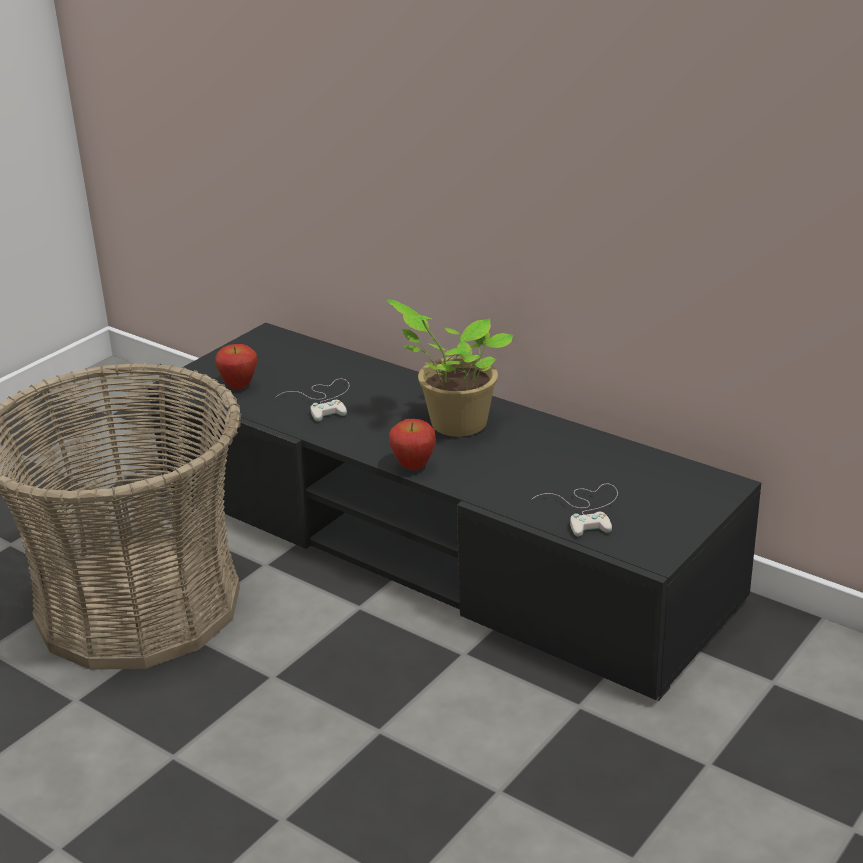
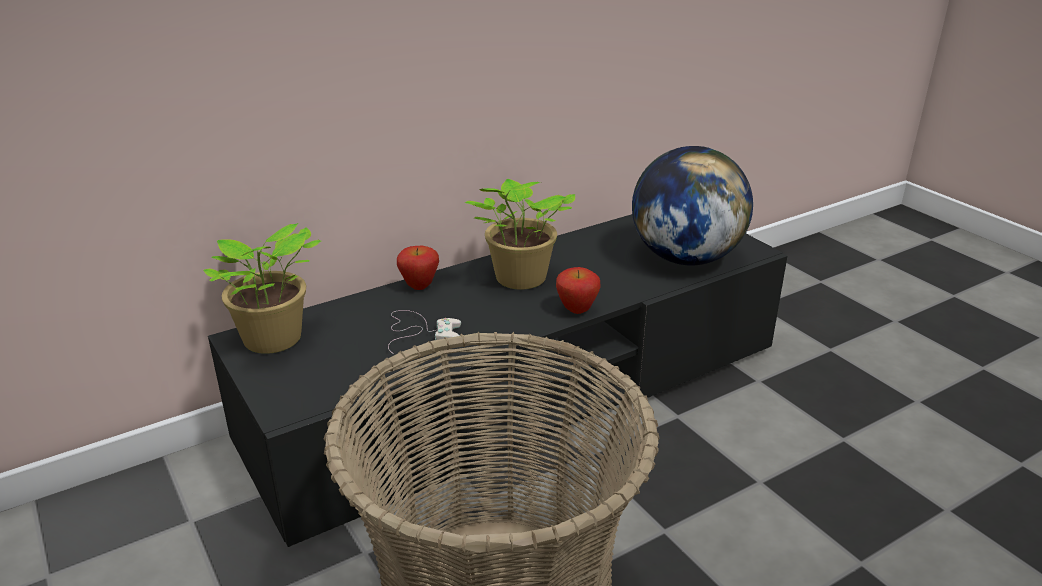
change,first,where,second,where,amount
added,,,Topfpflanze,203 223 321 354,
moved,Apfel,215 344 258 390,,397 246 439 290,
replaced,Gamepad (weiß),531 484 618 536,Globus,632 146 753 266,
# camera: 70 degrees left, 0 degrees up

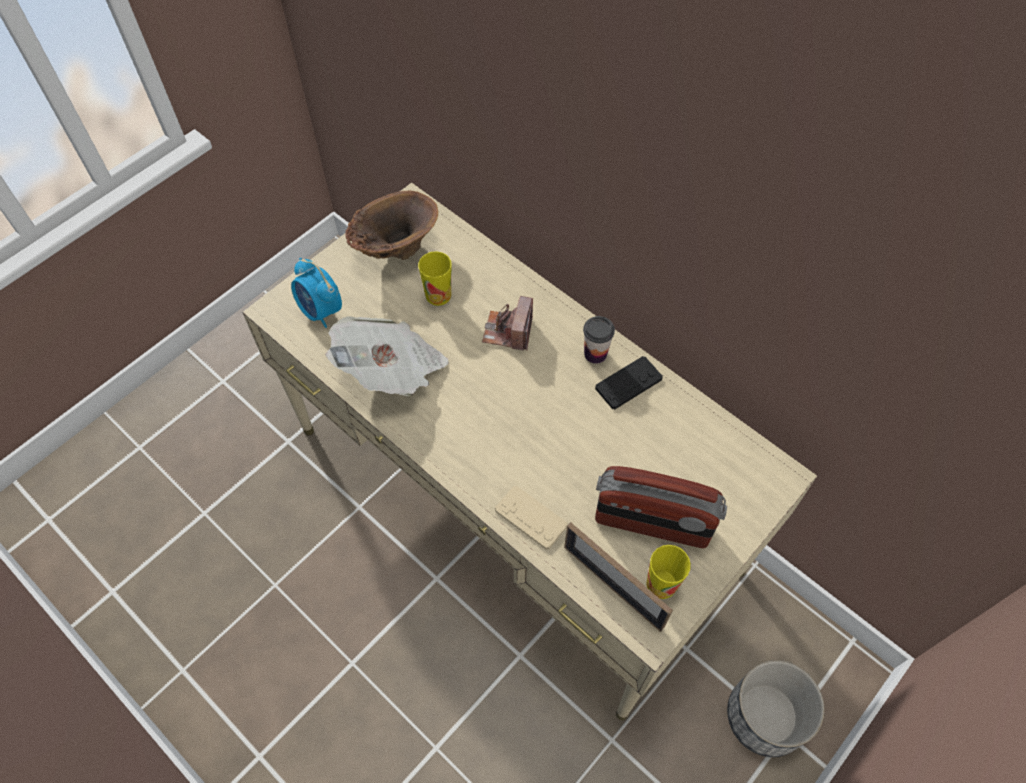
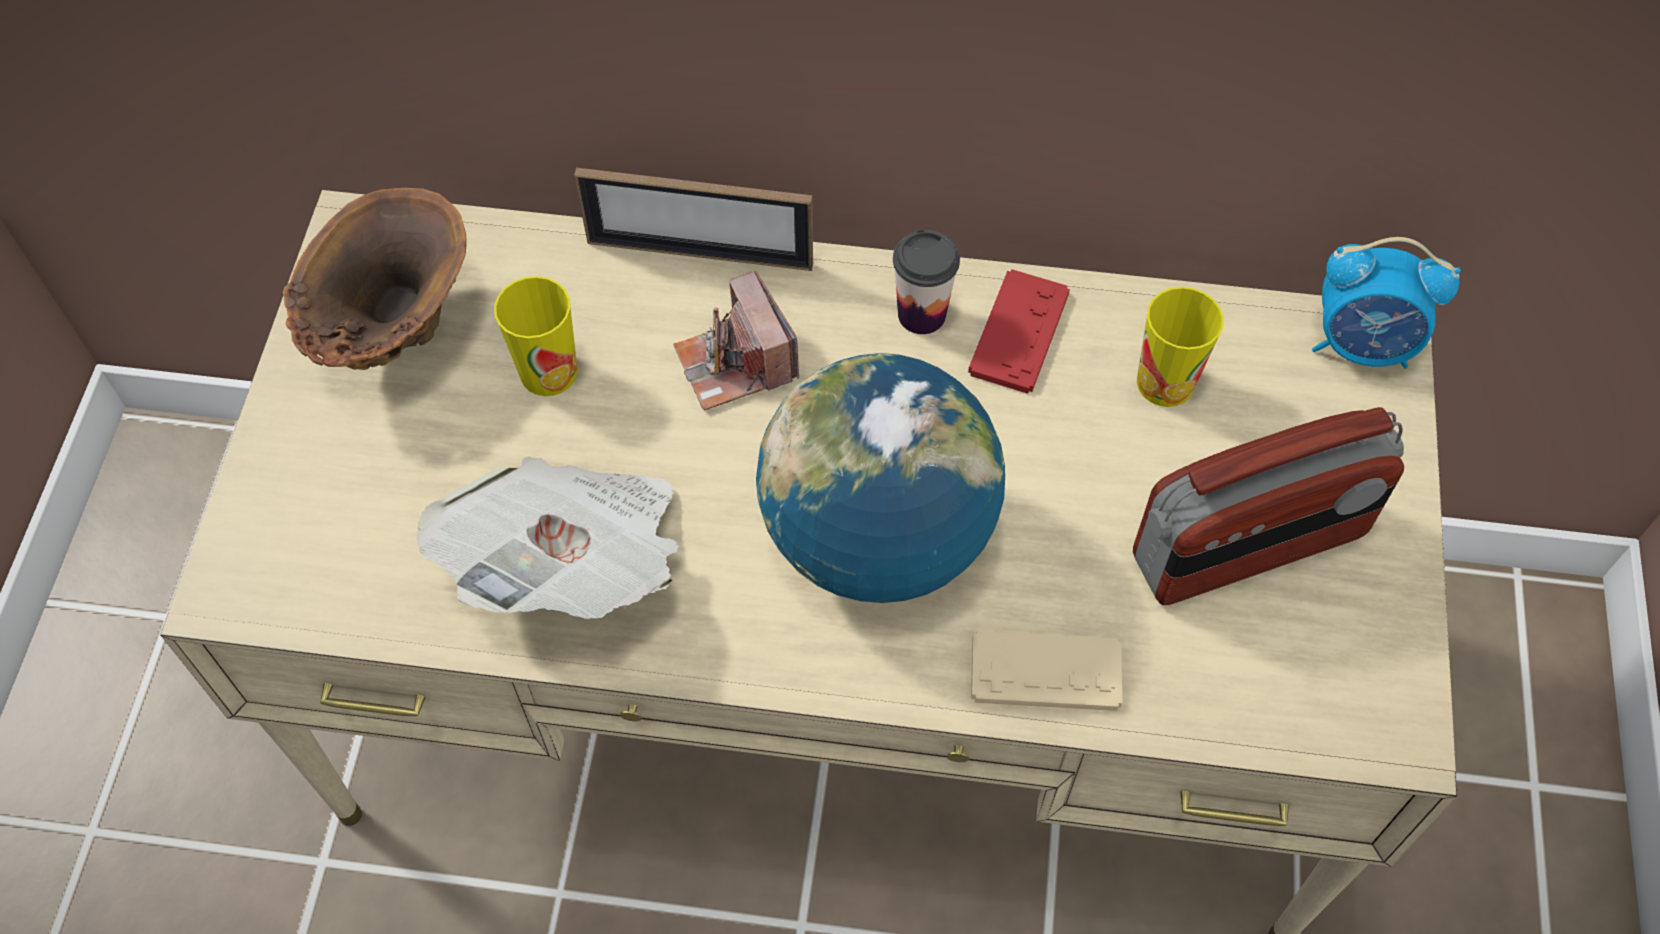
change,first,where,second,where,amount
removed,Pflanzkübel,727 660 825 757,,,
added,,,Globus,756 353 1005 603,
moved,Wecker,291 258 342 328,,1312 237 1461 369,
moved,Bilderrahmen,564 522 673 632,,574 168 813 271,
moved,Tasse,647 545 691 599,,1137 287 1224 407,
recoloured,Gamepad (schwarz),595 356 663 409,Gamepad (rot),968 269 1070 394,
# camera: 35 degrees left, 0 degrees up

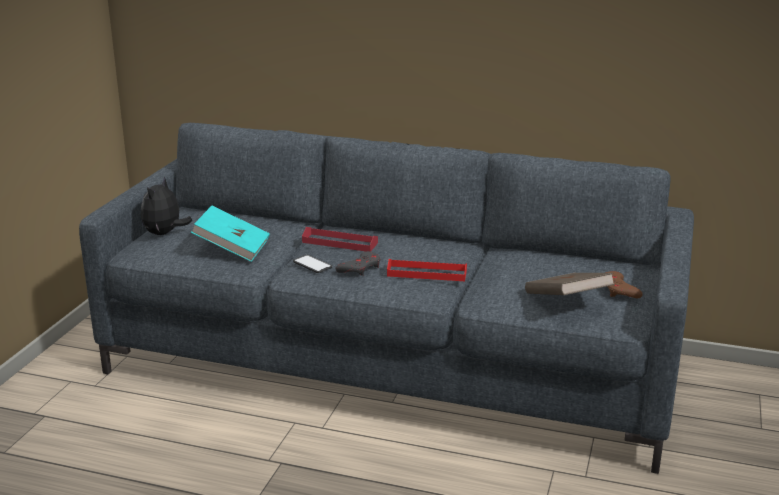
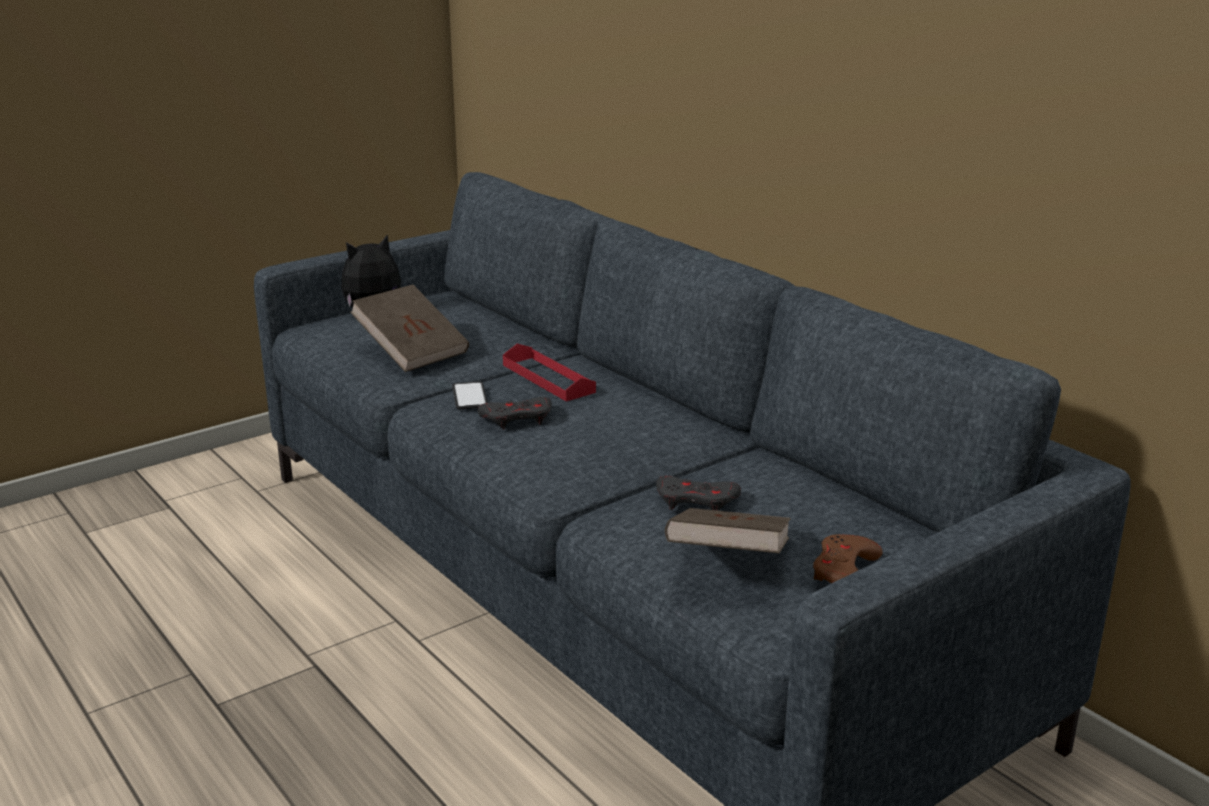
change,first,where,second,where,amount
removed,Tablett (rot),387 259 467 281,,,
added,,,Gamepad (grau),656 476 741 511,
recoloured,Buch (türkis),191 206 270 262,Buch (braun),350 285 469 372,
# camera: 35 degrees right, 0 degrees up

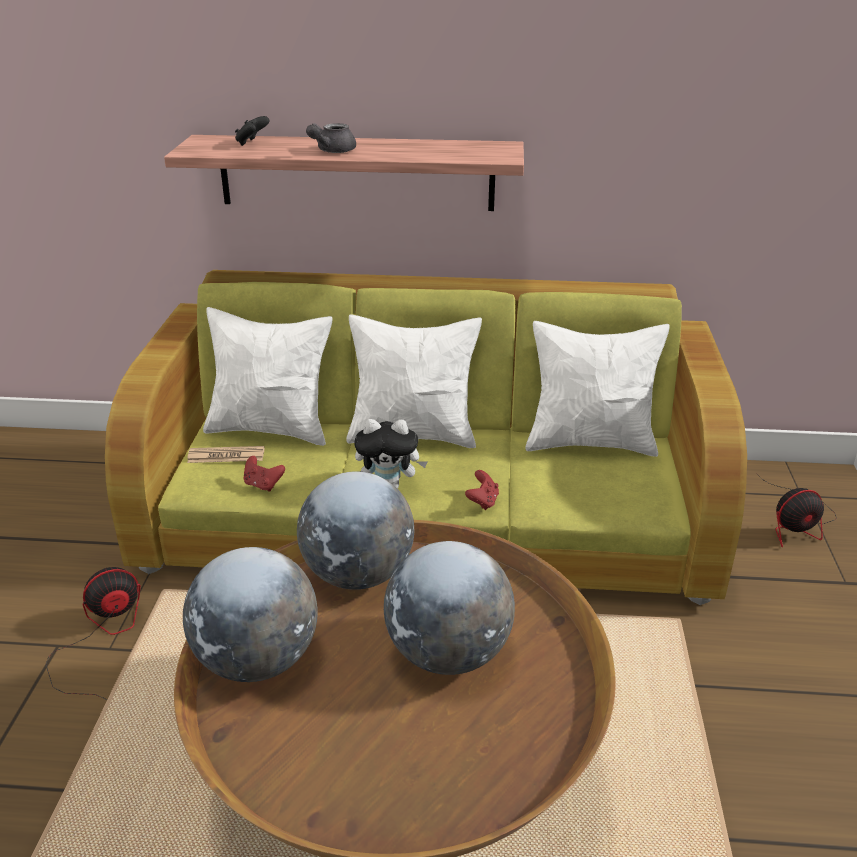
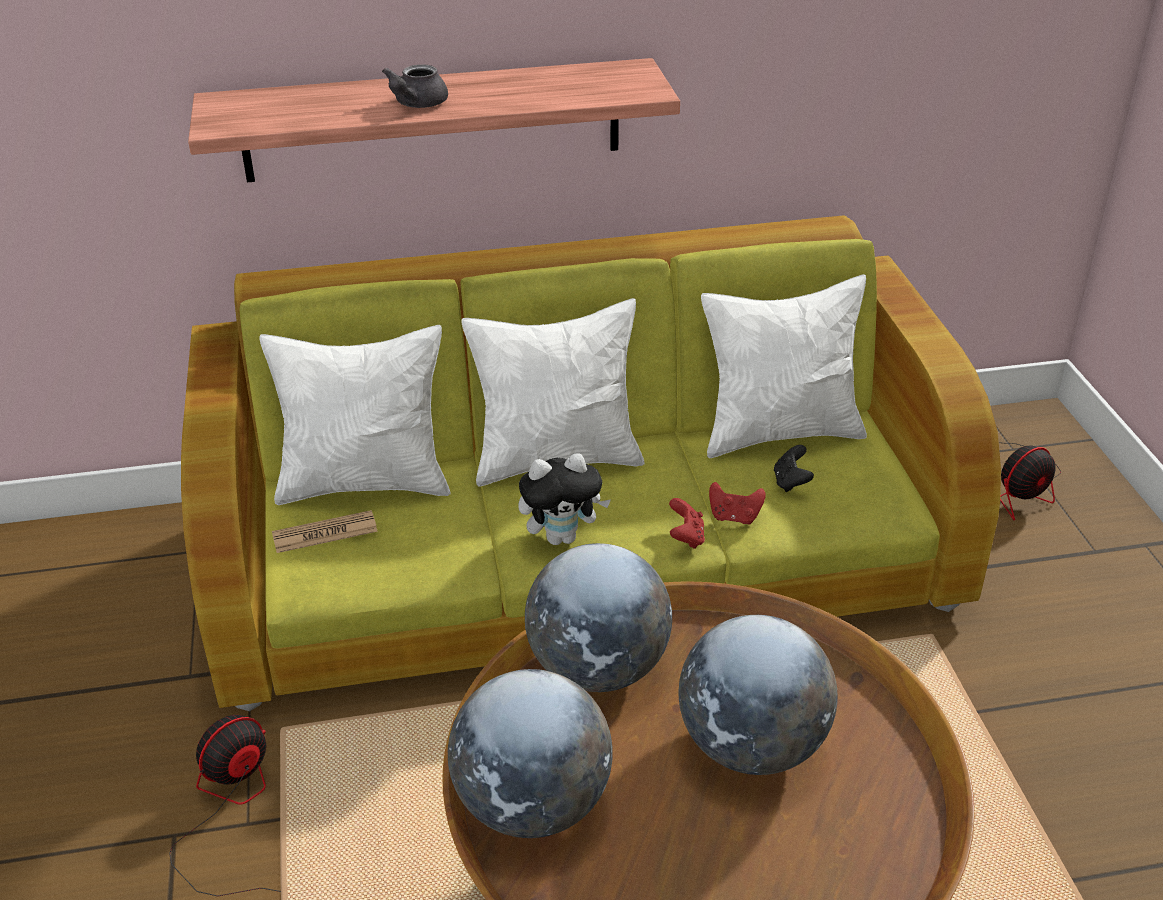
change,first,where,second,where,amount
moved,Gamepad (schwarz),235 116 269 146,,774 445 814 492,
moved,Gamepad (rot),244 456 285 492,,709 482 766 525,
# camera: 15 degrees left, 5 degrees up

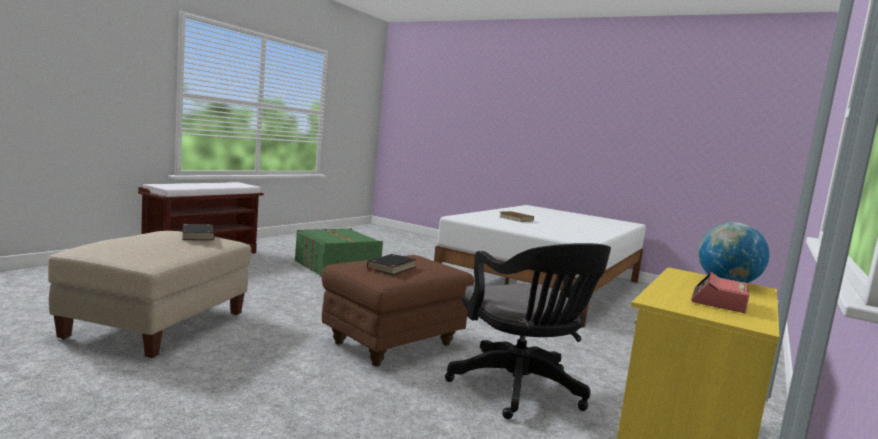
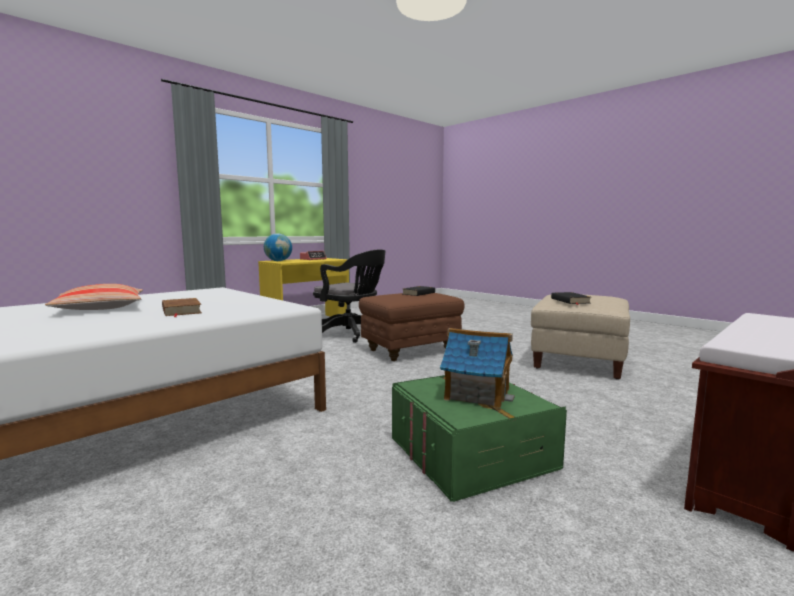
change,first,where,second,where,amount
added,,,Kissen,45 284 143 310,
added,,,Spielzeughaus,440 328 515 409,
turned,Bürostuhl (schwarz),445 243 611 419,,313 249 385 343,135 degrees clockwise
# camera: 165 degrees left, 0 degrees up

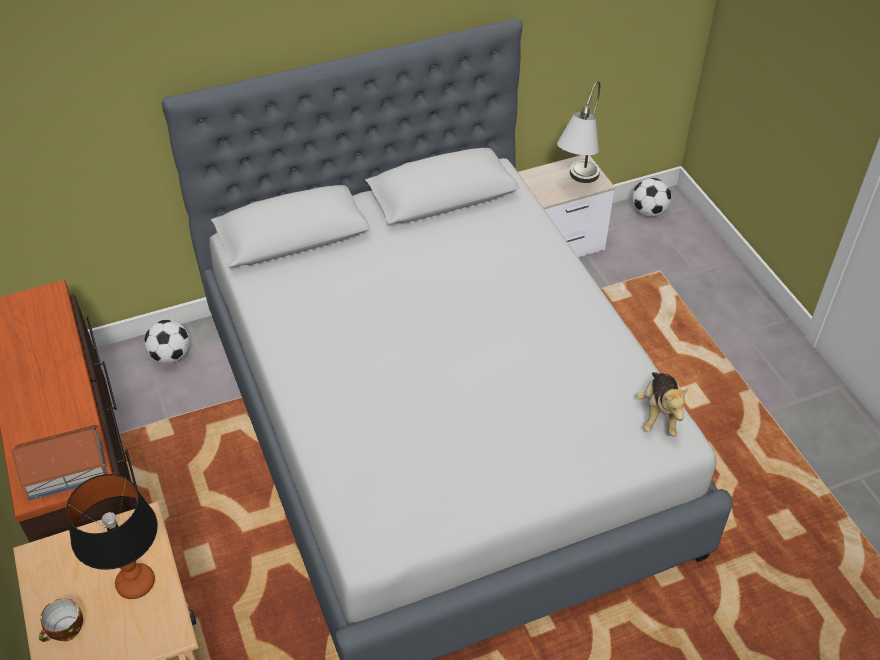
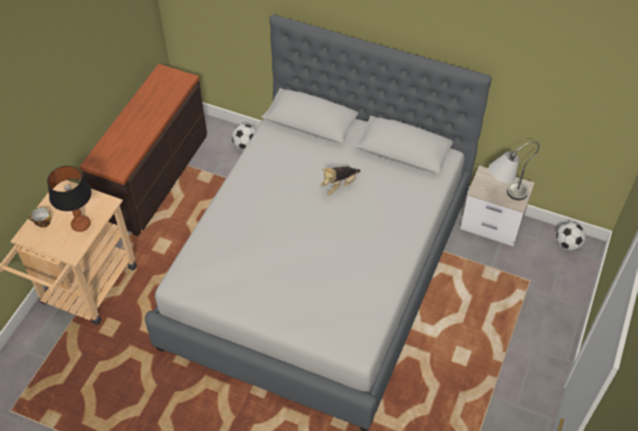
change,first,where,second,where,amount
removed,Spielzeughaus,11 425 107 500,,,
moved,Plüschtier,637 372 689 437,,321 166 360 196,
# camera: 45 degrees right, 5 degrees up

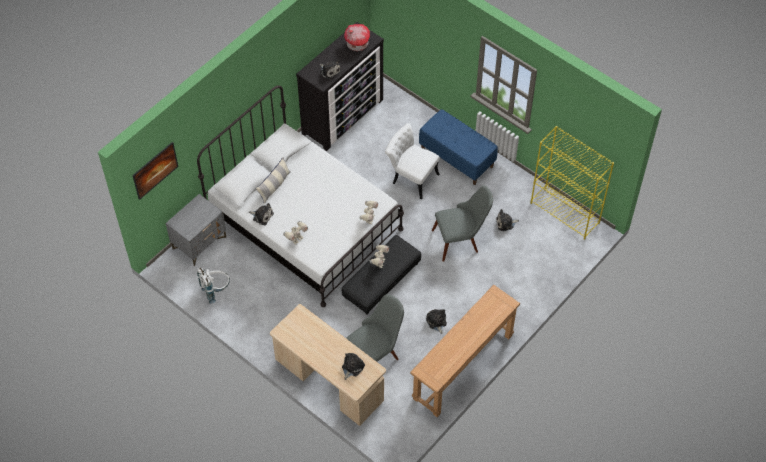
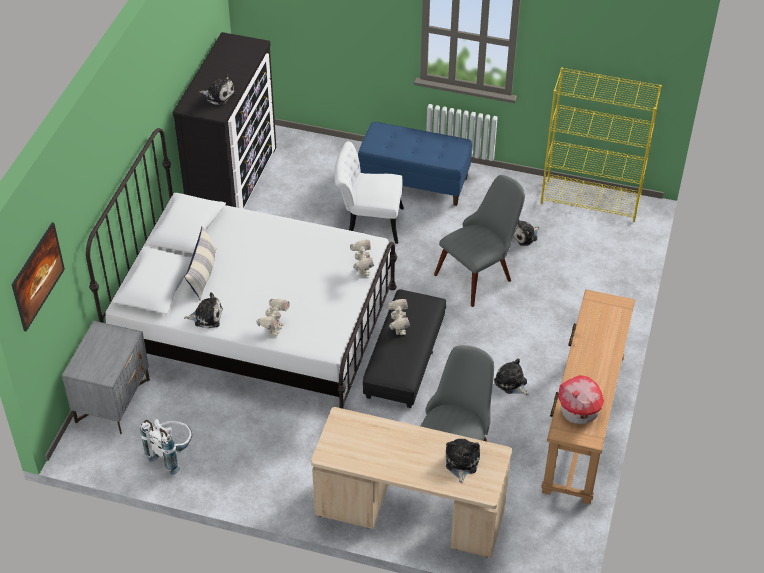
change,first,where,second,where,amount
moved,Spielzeughaus,344 24 370 51,,558 375 604 424,
# camera: 25 degrees left, 10 degrees down

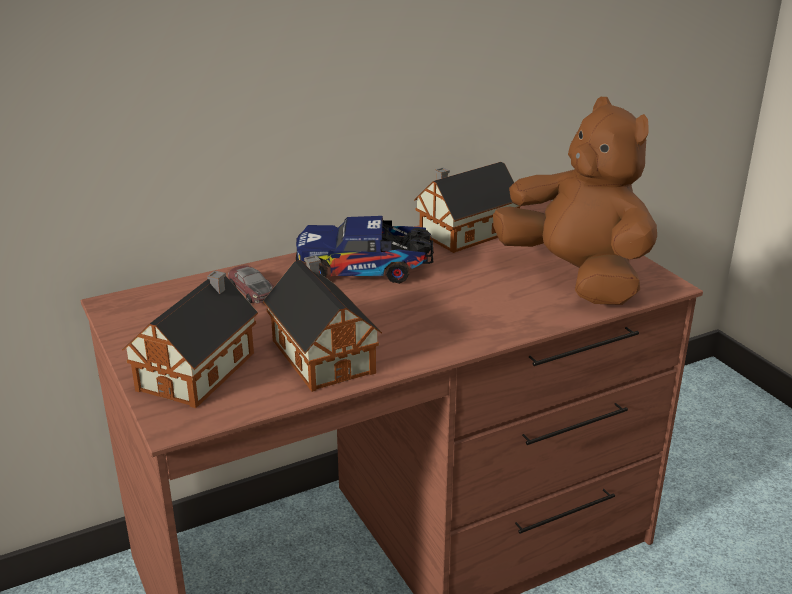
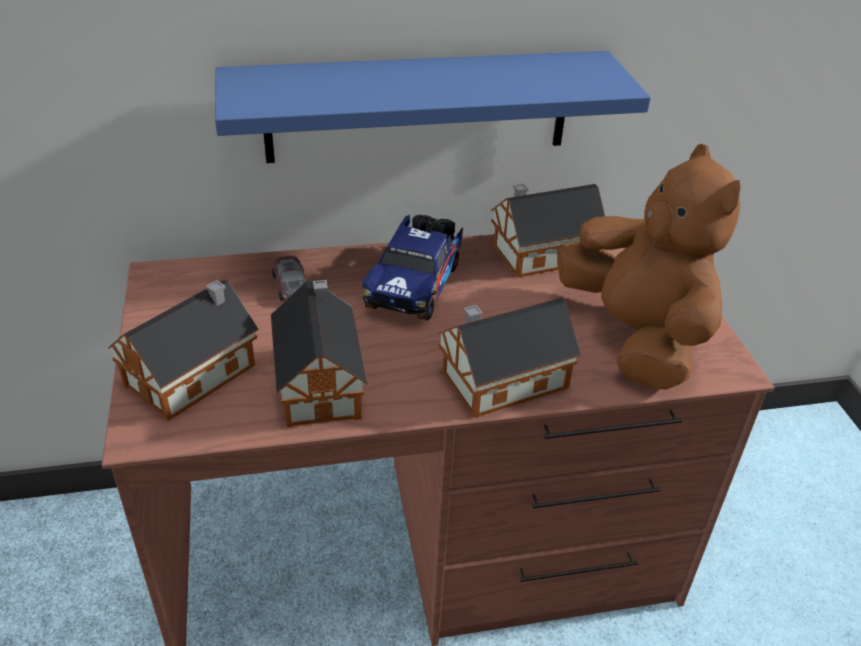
change,first,where,second,where,amount
added,,,Wandregal (blau),215 51 651 163,
added,,,Spielzeughaus,438 298 581 418,
turned,Spielzeuglaster,296 216 433 284,,362 215 463 321,90 degrees counterclockwise
# camera: 15 degrees right, 10 degrees up

